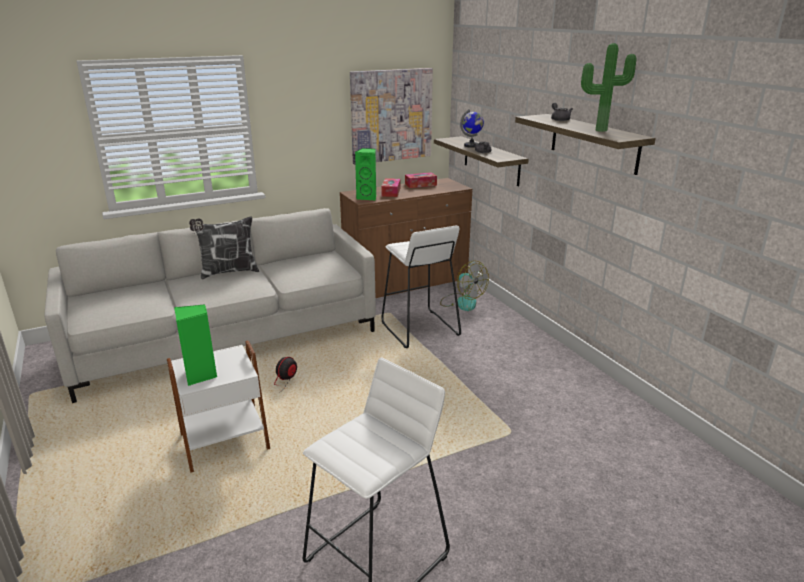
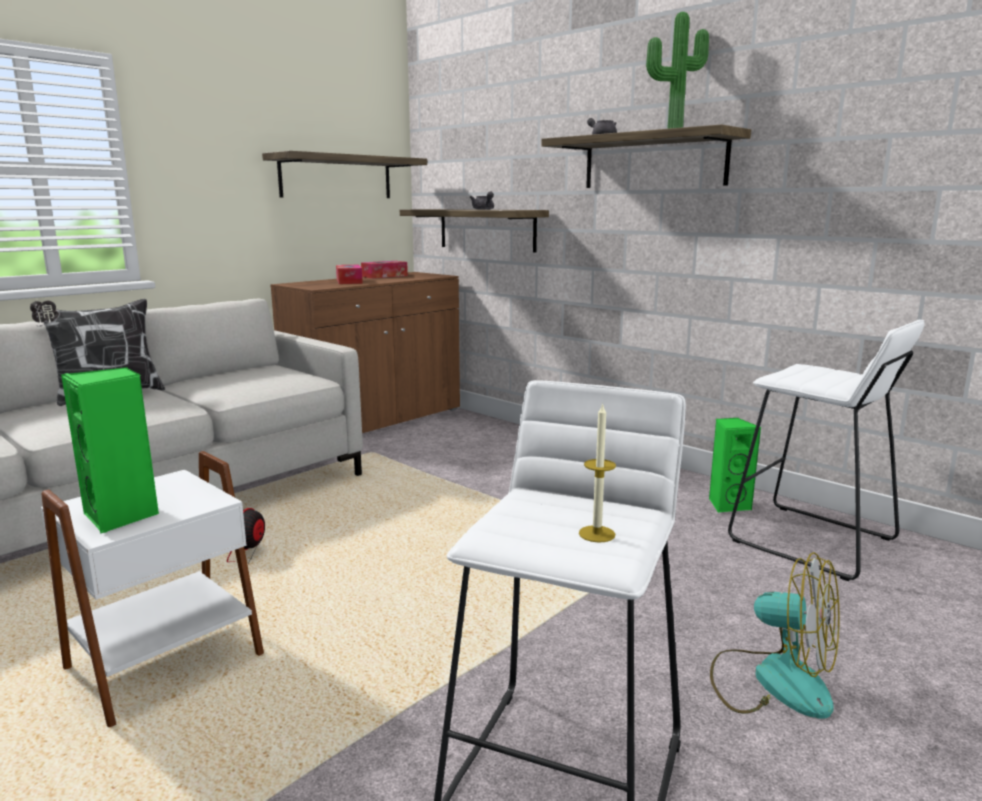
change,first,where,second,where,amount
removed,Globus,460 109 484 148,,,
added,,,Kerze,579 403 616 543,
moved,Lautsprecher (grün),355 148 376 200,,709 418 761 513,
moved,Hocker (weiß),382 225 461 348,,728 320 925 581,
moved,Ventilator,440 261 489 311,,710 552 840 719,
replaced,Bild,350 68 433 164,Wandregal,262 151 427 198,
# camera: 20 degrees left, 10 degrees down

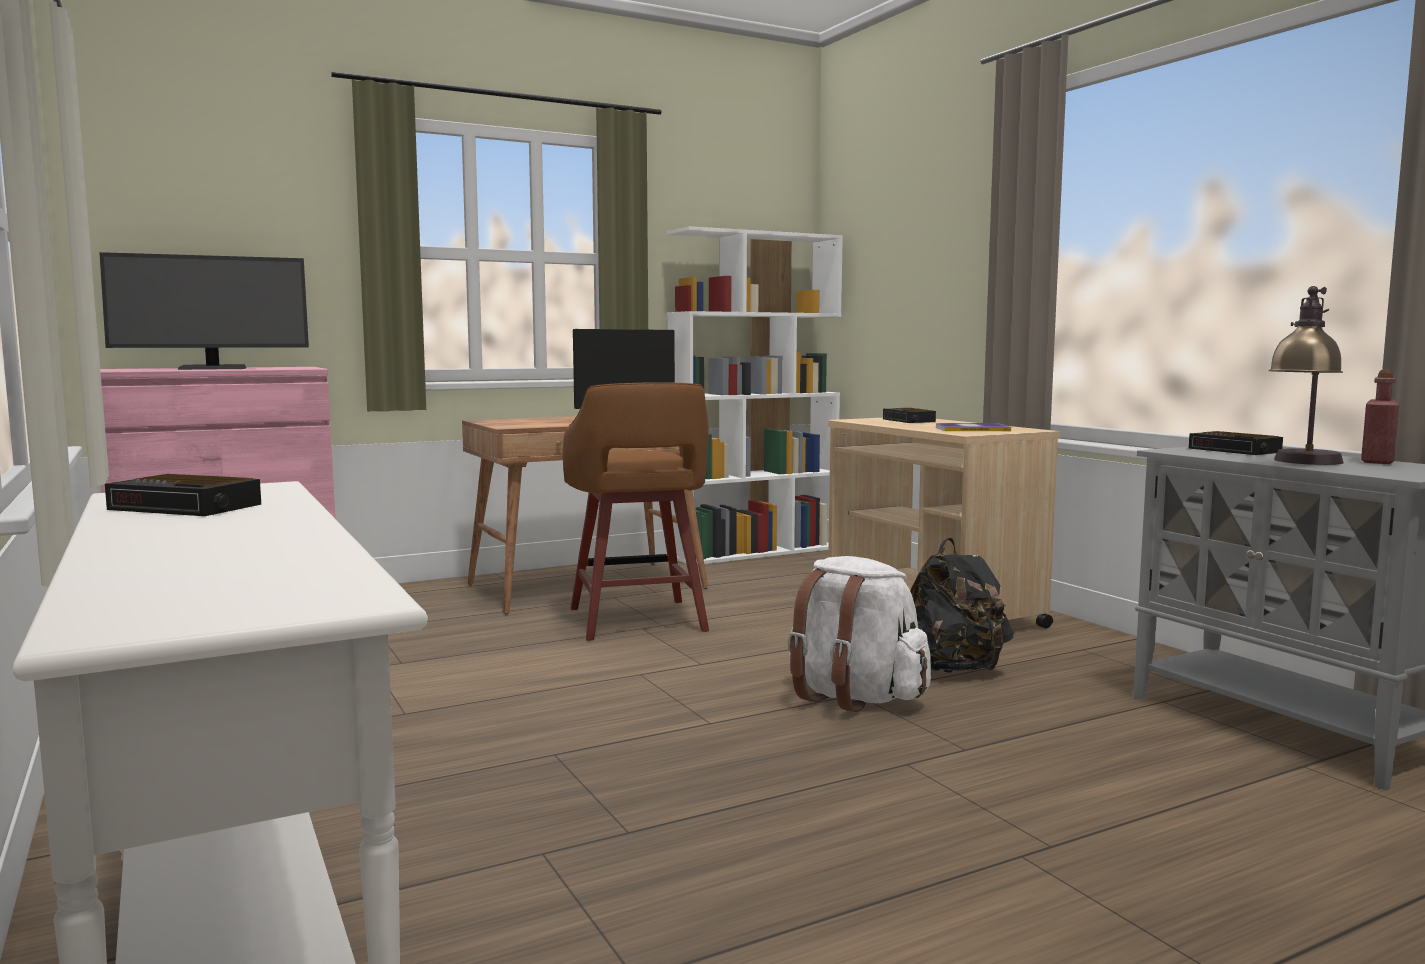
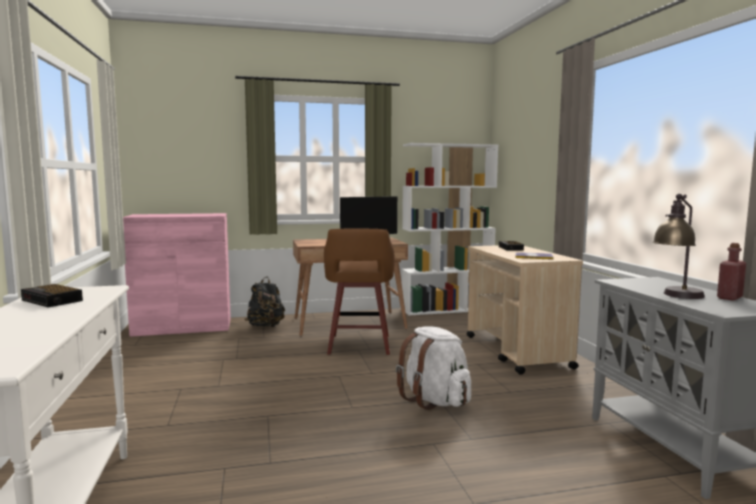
change,first,where,second,where,amount
removed,Monitor,99 252 309 370,,,
removed,Wecker,1189 431 1283 455,,,
moved,Rucksack (schwarz),910 538 1013 673,,245 277 285 328,
# camera: 15 degrees right, 0 degrees up

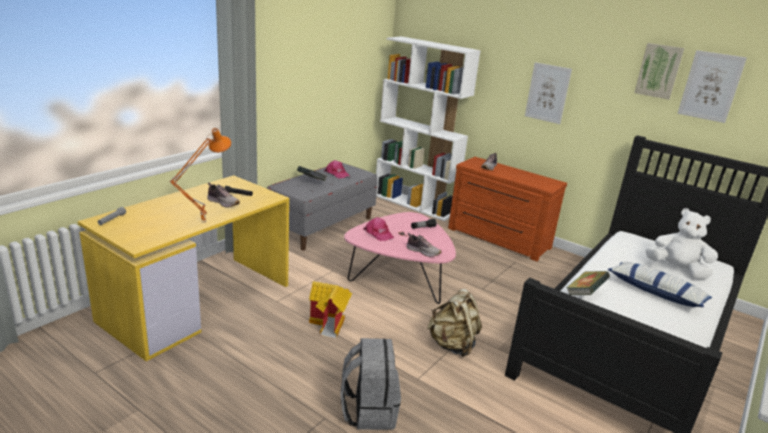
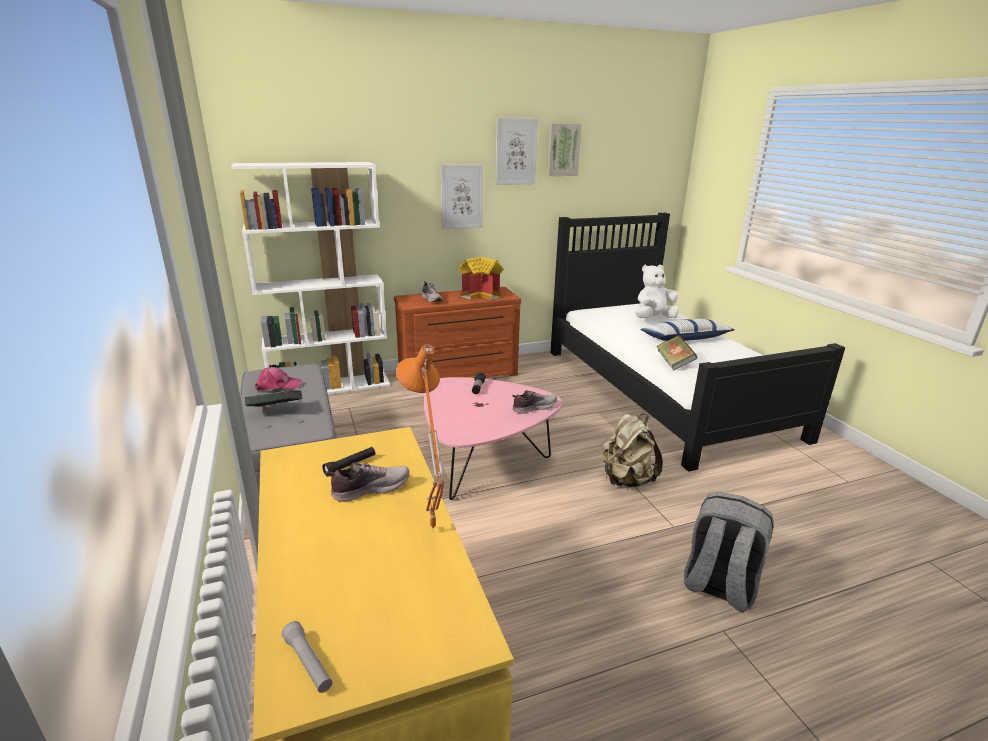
change,first,where,second,where,amount
removed,Kappe (rosa),364 217 394 241,,,
moved,Spielzeughaus,309 281 352 338,,458 256 504 300,
moved,Bild,677 50 747 123,,496 118 538 185,
# camera: 55 degrees left, 0 degrees up

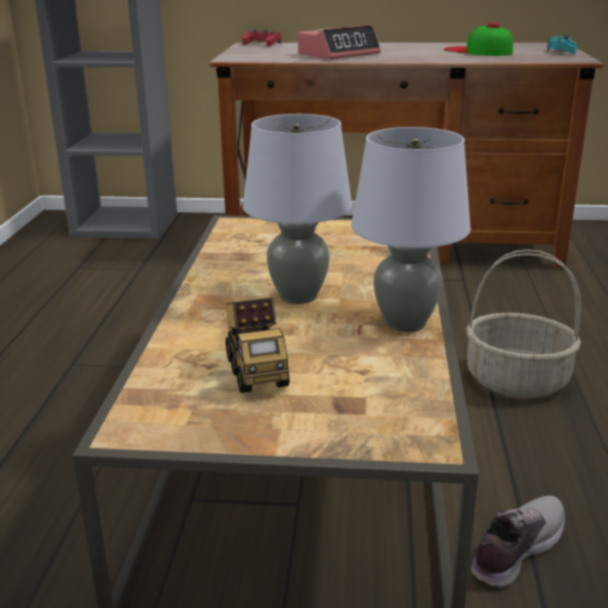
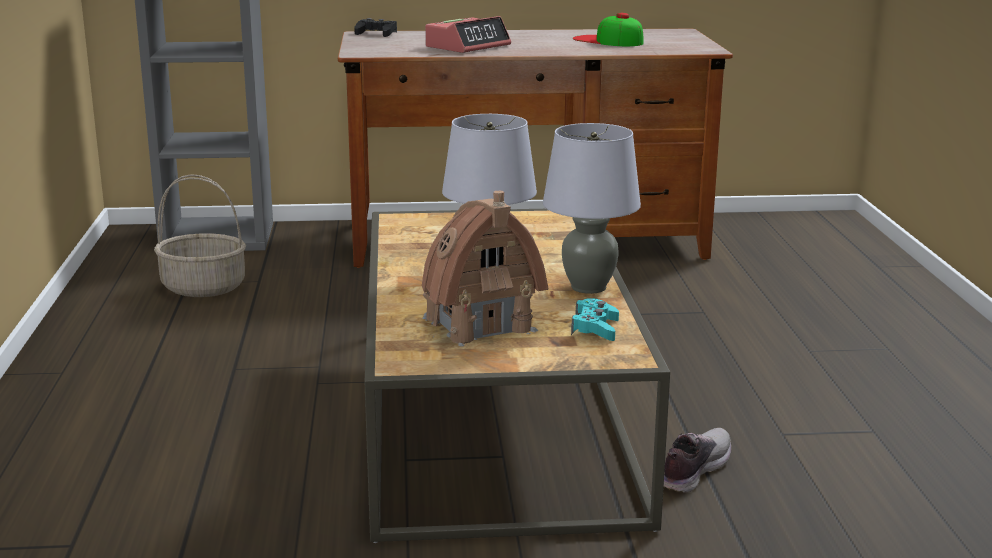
change,first,where,second,where,amount
moved,Korb,466 249 581 398,,154 174 246 297,
moved,Gamepad (türkis),547 35 577 54,,571 298 619 341,
replaced,Spielzeuglaster,226 298 290 393,Spielzeughaus,422 191 548 347,
recoloured,Gamepad (rot),242 29 281 47,Gamepad (schwarz),354 18 397 37,
# camera: 10 degrees left, 5 degrees down

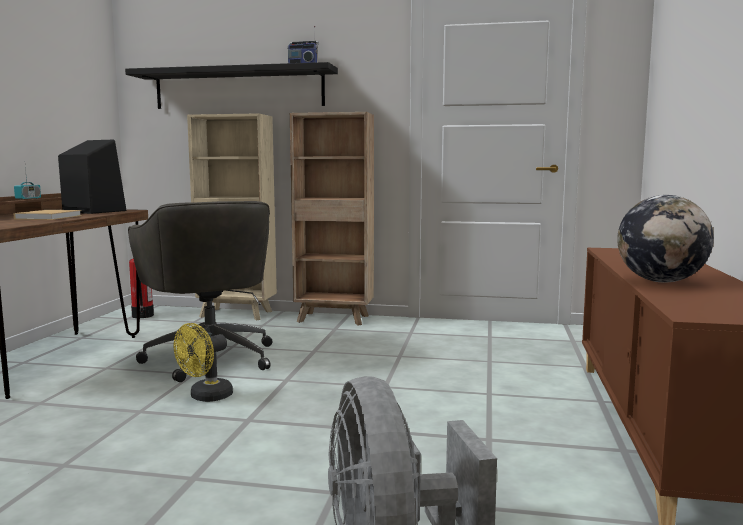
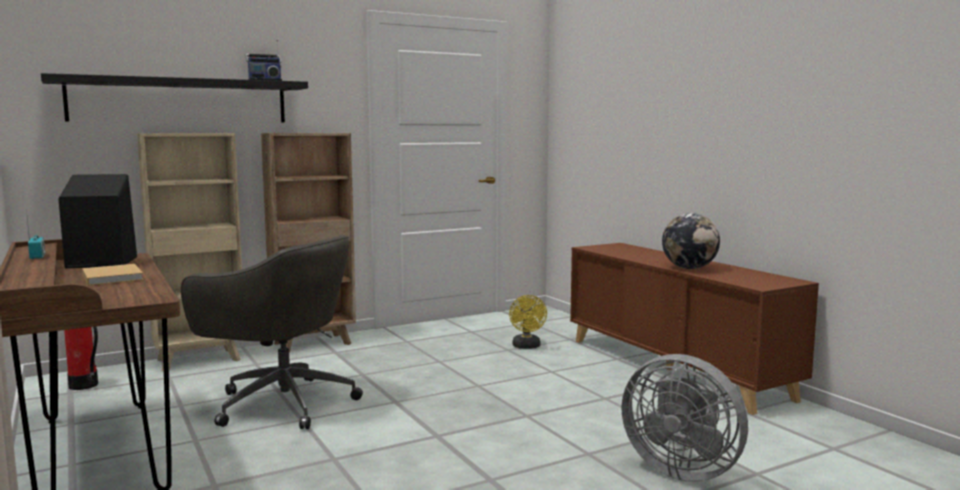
change,first,where,second,where,amount
moved,Ventilator (gelb),174 323 233 402,,509 295 547 349,
# camera: 40 degrees left, 0 degrees up

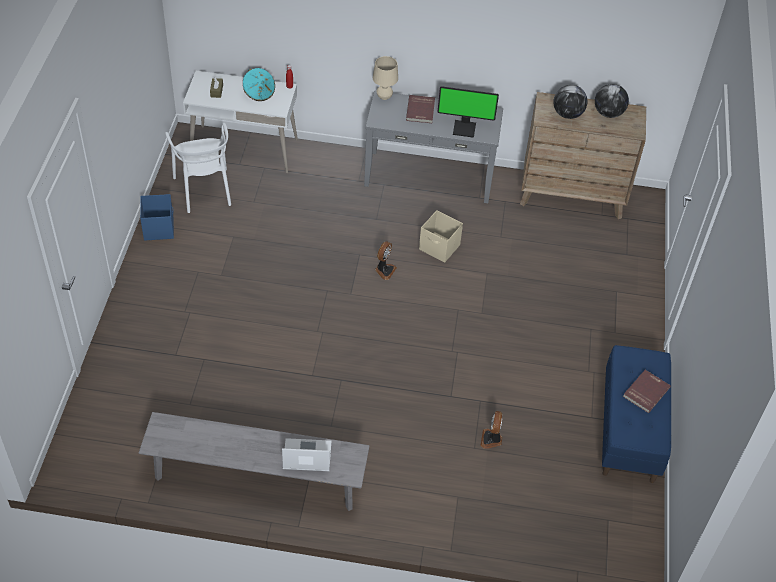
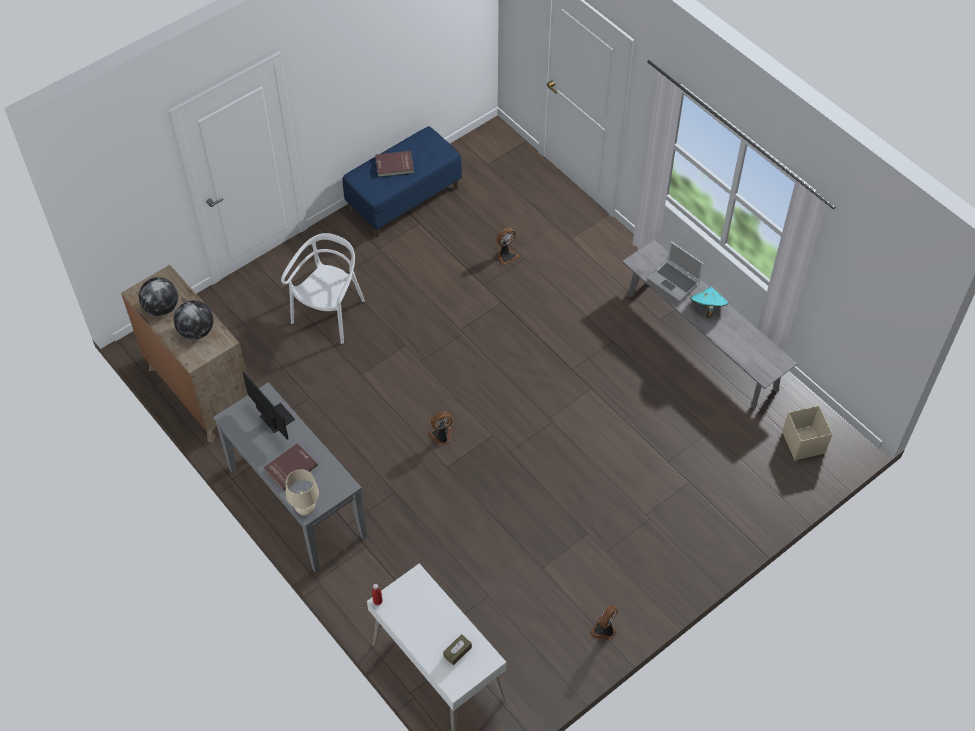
change,first,where,second,where,amount
moved,Stuhl (weiß),165 123 231 213,,281 233 365 344,
moved,Hut (türkis),243 68 275 101,,690 287 729 318,
moved,Aufbewahrungsbox (beige),419 210 463 263,,782 406 832 460,
replaced,Aufbewahrungsbox (blau),140 194 174 241,Ventilator,590 604 618 640,
# camera: 135 degrees left, 5 degrees up

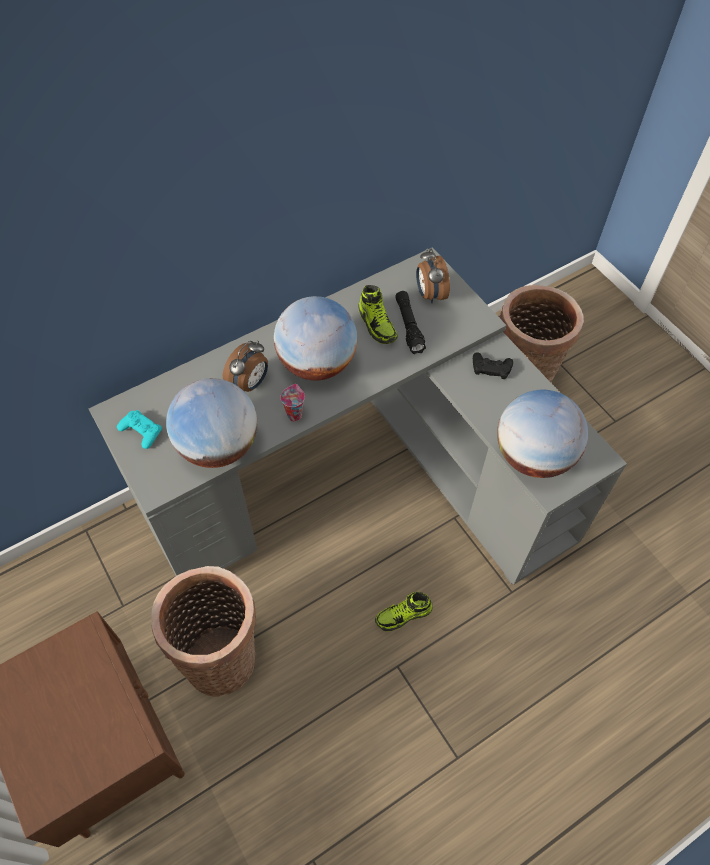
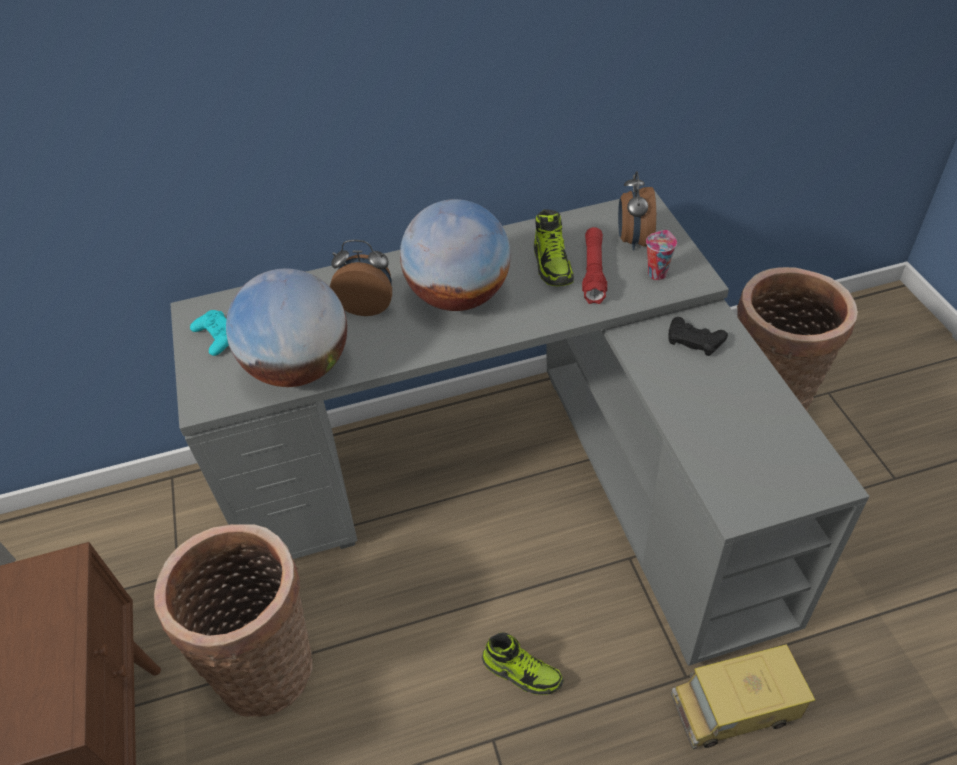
change,first,where,second,where,amount
removed,Globus,497 390 588 478,,,
added,,,Spielzeuglaster,671 644 815 750,
moved,Tasse,280 384 305 421,,646 230 677 280,
recoloured,Taschenlampe (schwarz),396 291 426 354,Taschenlampe (rot),582 227 607 304,
turned,Wecker,223 340 268 392,,330 240 392 316,135 degrees counterclockwise
turned,Schuh,375 592 433 631,,482 632 564 695,150 degrees counterclockwise
# camera: 20 degrees right, 10 degrees down

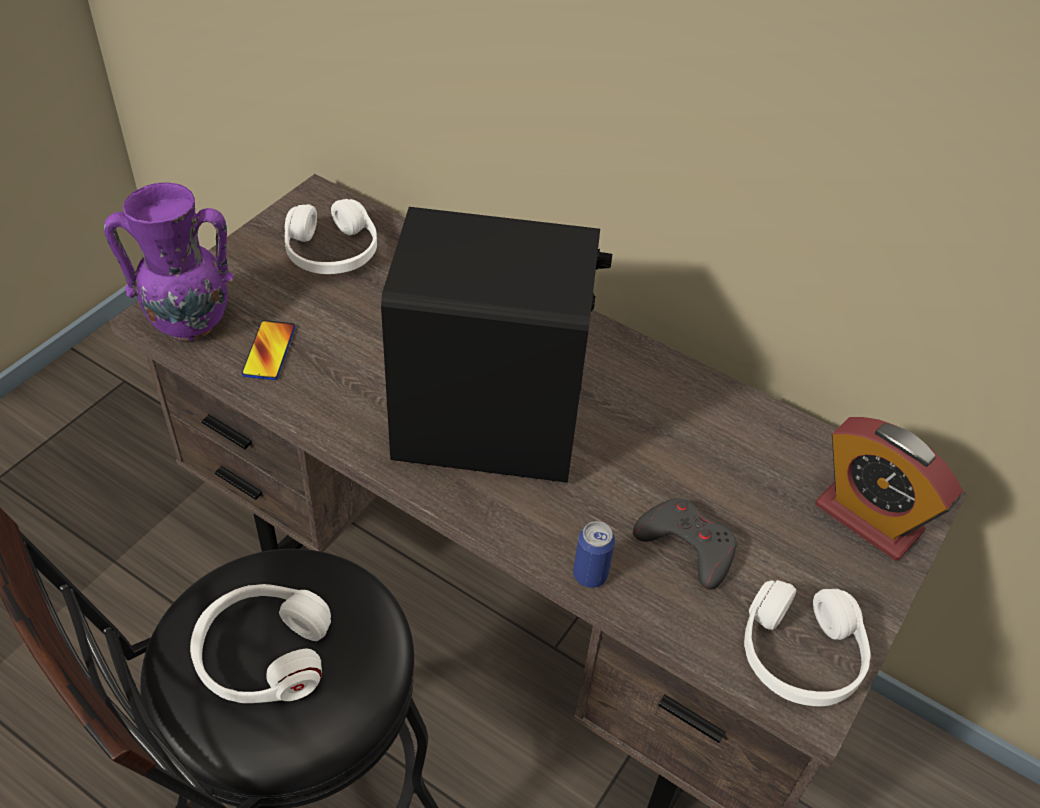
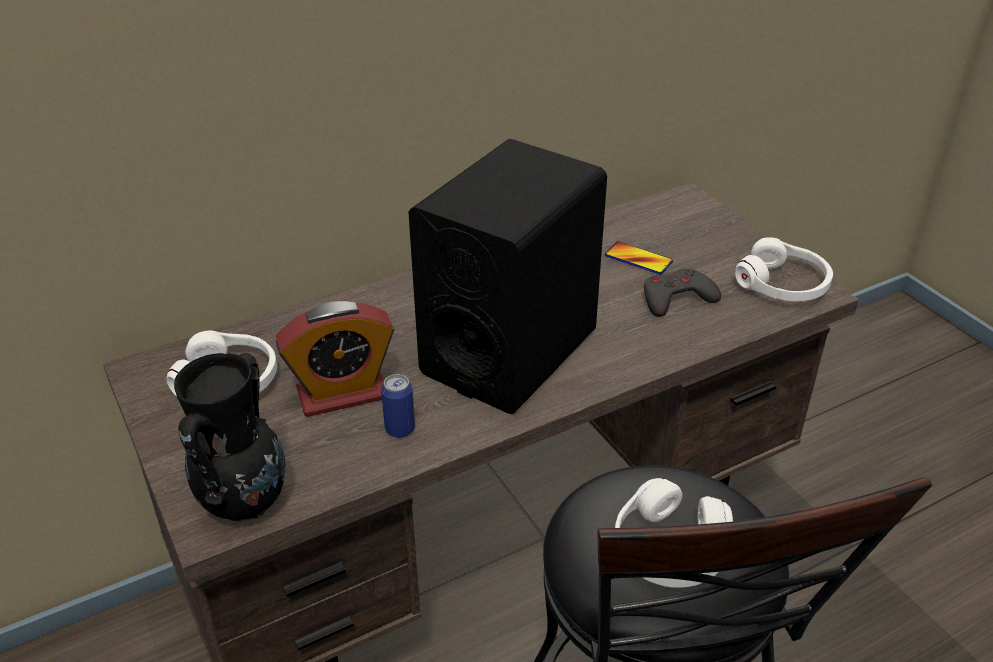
change,first,where,second,where,amount
moved,Handy,241 320 296 380,,605 241 673 274,
moved,Dose,573 521 615 588,,381 374 415 438,
moved,Wecker,815 417 963 561,,276 301 394 417,
recoloured,Vase (lila),104 182 234 341,Vase (schwarz),174 353 285 522,
# camera: 60 degrees left, 10 degrees down

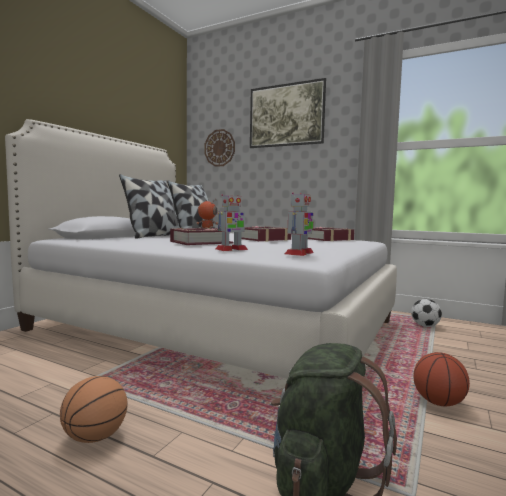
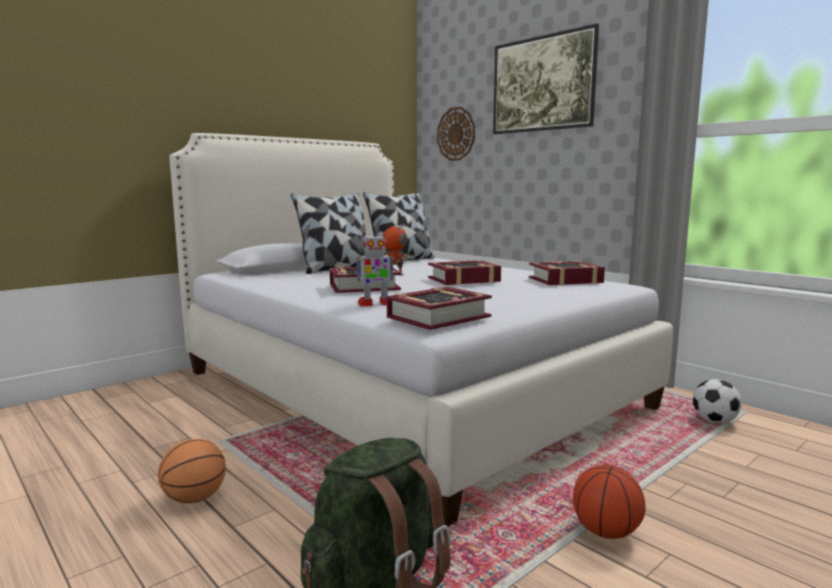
change,first,where,second,where,amount
replaced,Spielzeugroboter,285 192 314 256,Buch,387 287 492 330,
# camera: 20 degrees right, 5 degrees up

